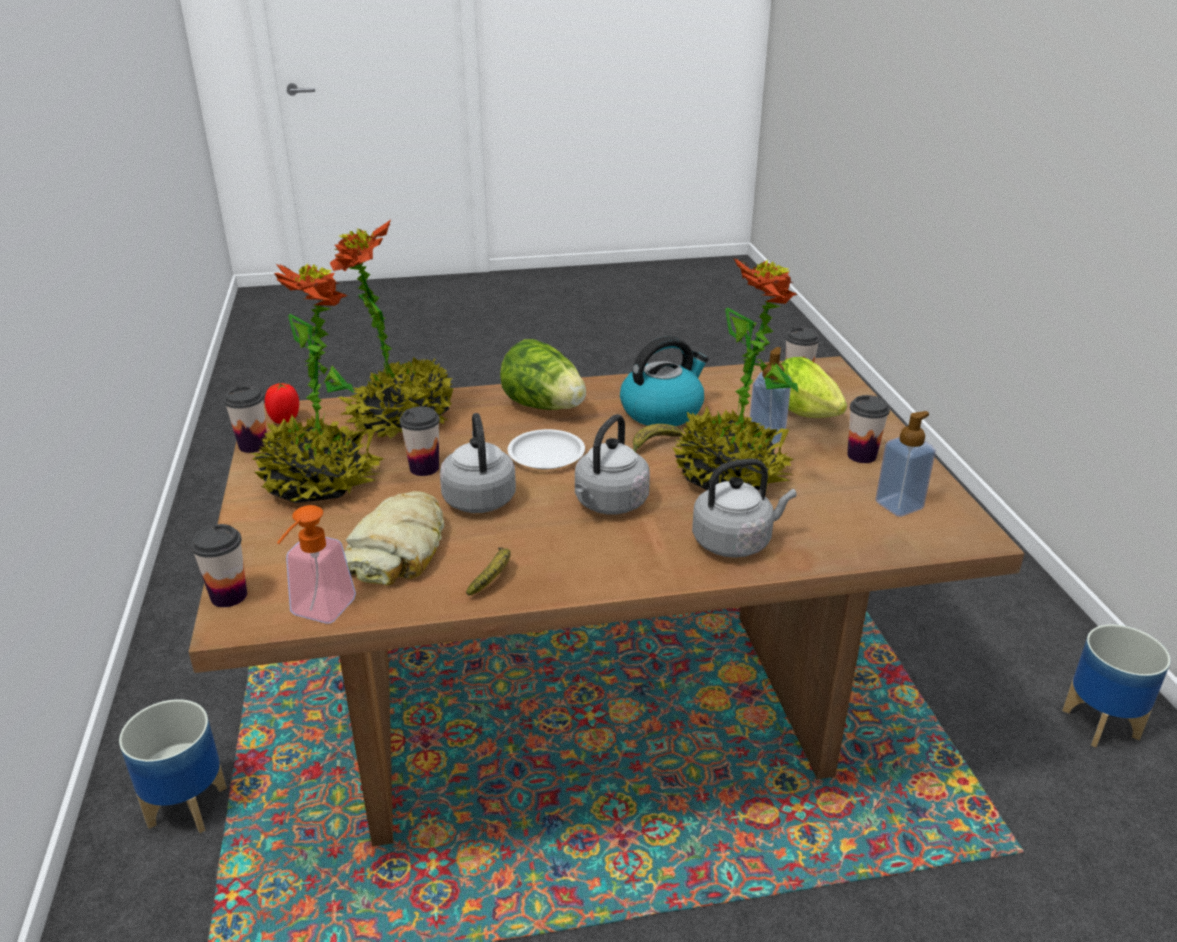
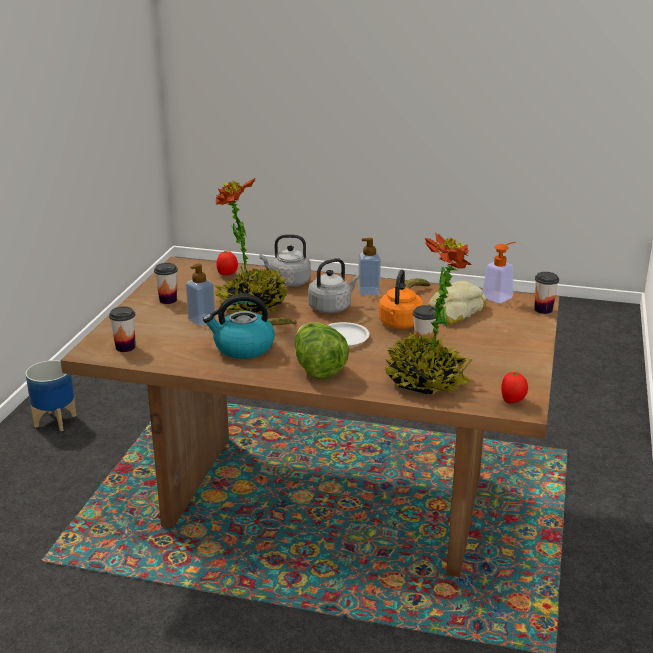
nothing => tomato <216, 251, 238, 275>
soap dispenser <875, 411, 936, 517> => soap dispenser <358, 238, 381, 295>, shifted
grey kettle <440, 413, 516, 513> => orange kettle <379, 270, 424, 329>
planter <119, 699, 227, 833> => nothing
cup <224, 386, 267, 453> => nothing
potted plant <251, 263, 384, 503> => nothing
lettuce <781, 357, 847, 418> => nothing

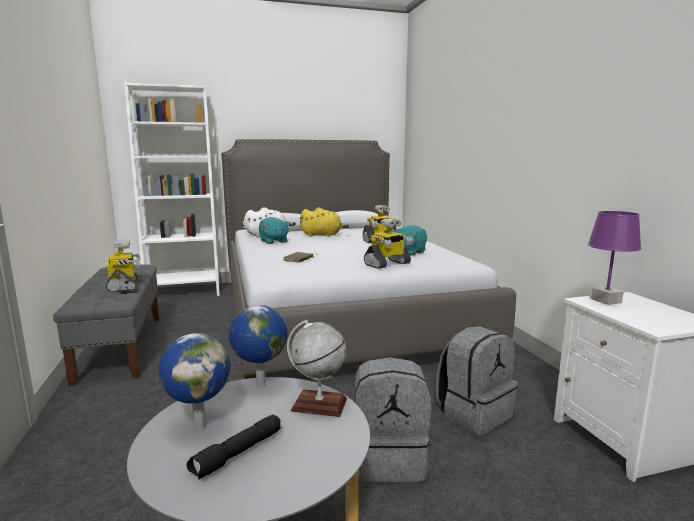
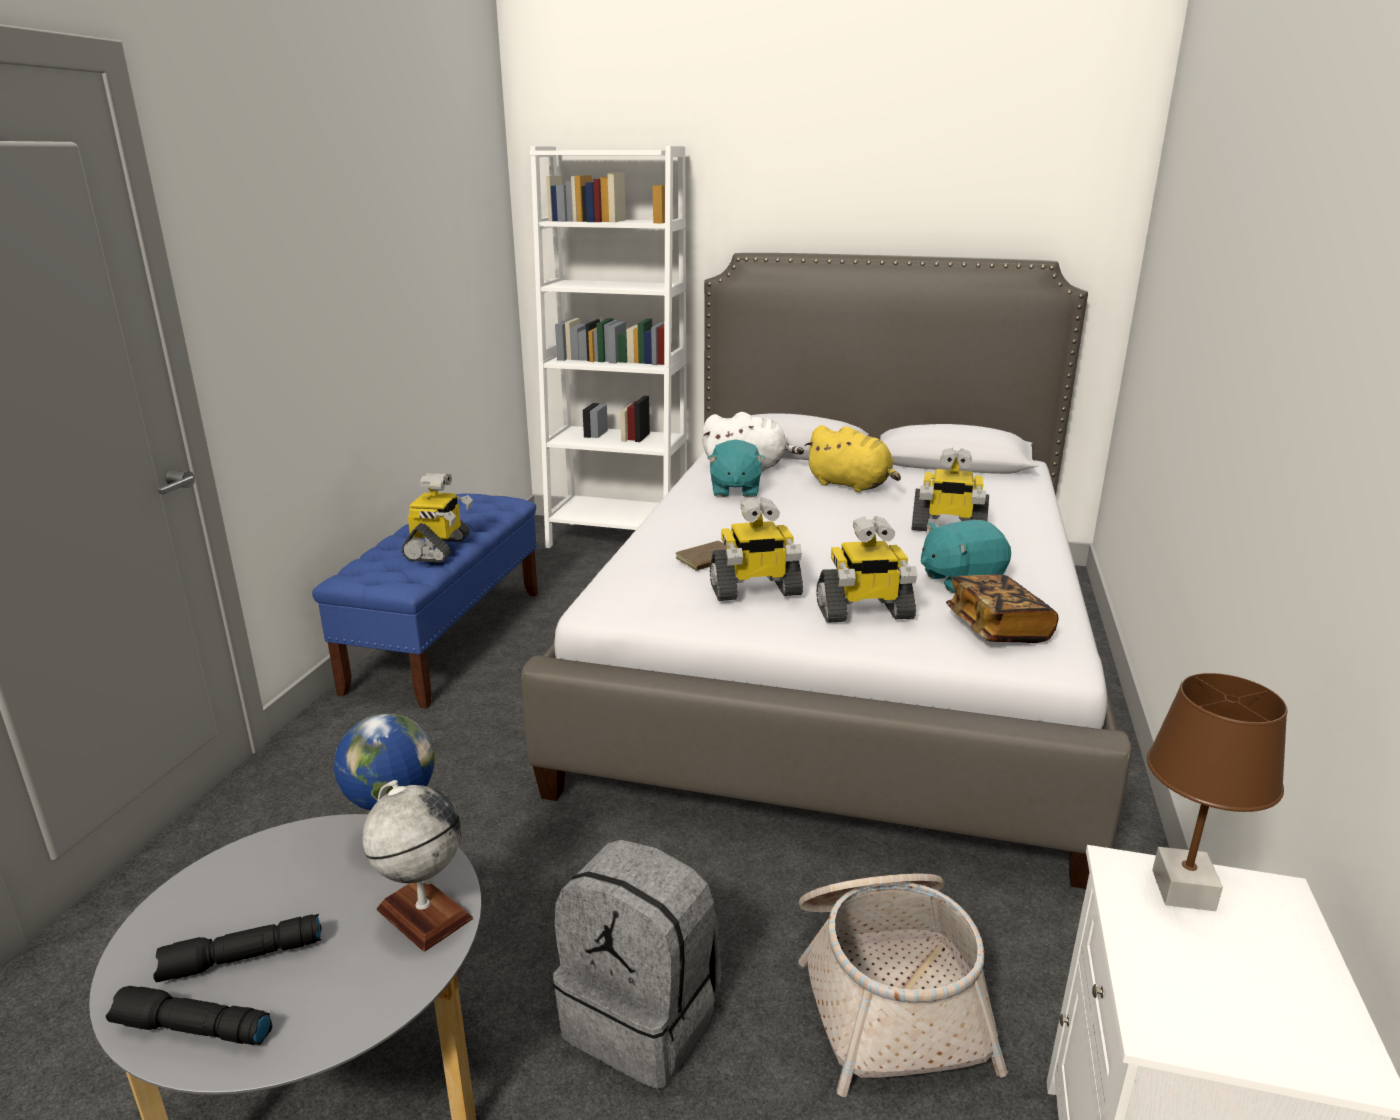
nothing => black flashlight <106, 986, 272, 1045>
grey bench <53, 264, 160, 386> => blue bench <312, 493, 538, 709>
nothing => toy robot <710, 497, 803, 601>
grey backpack <436, 326, 518, 435> => basket <798, 874, 1008, 1097>
nothing => book <946, 574, 1058, 643>
purple table lamp <588, 211, 642, 305> => brown table lamp <1147, 673, 1287, 911>
globe <158, 333, 231, 430> => nothing

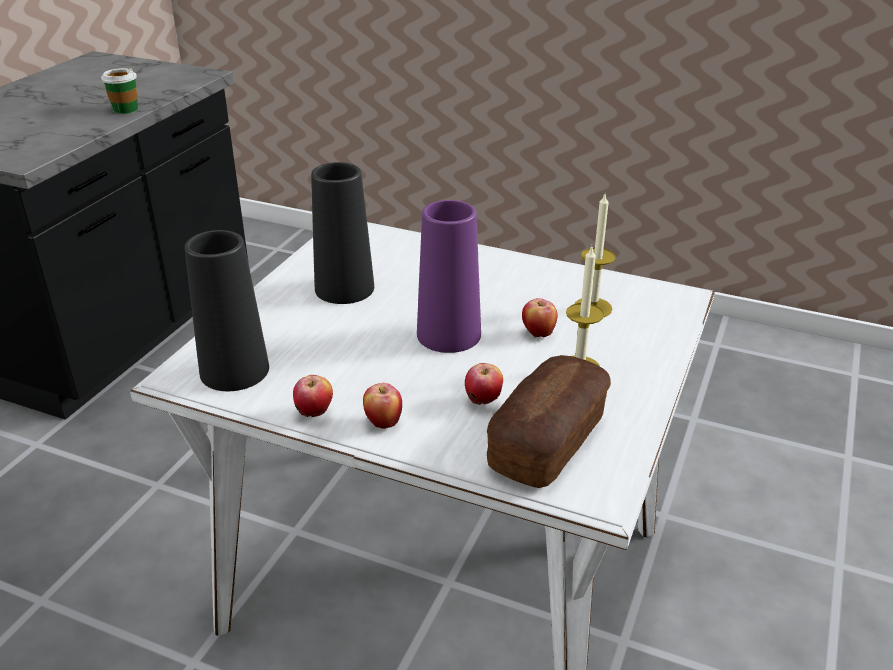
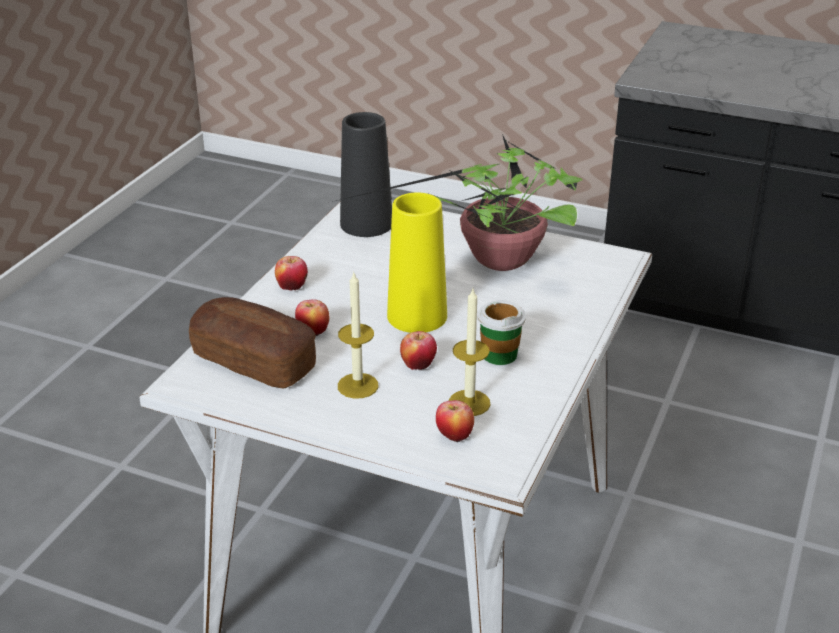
black vase <311, 162, 374, 304> => potted plant <328, 134, 582, 271>
purple vase <417, 200, 481, 353> => yellow vase <387, 192, 447, 333>
apple <293, 375, 333, 417> => apple <436, 400, 474, 442>, shifted
cup <101, 68, 138, 114> => cup <477, 300, 526, 365>, shifted

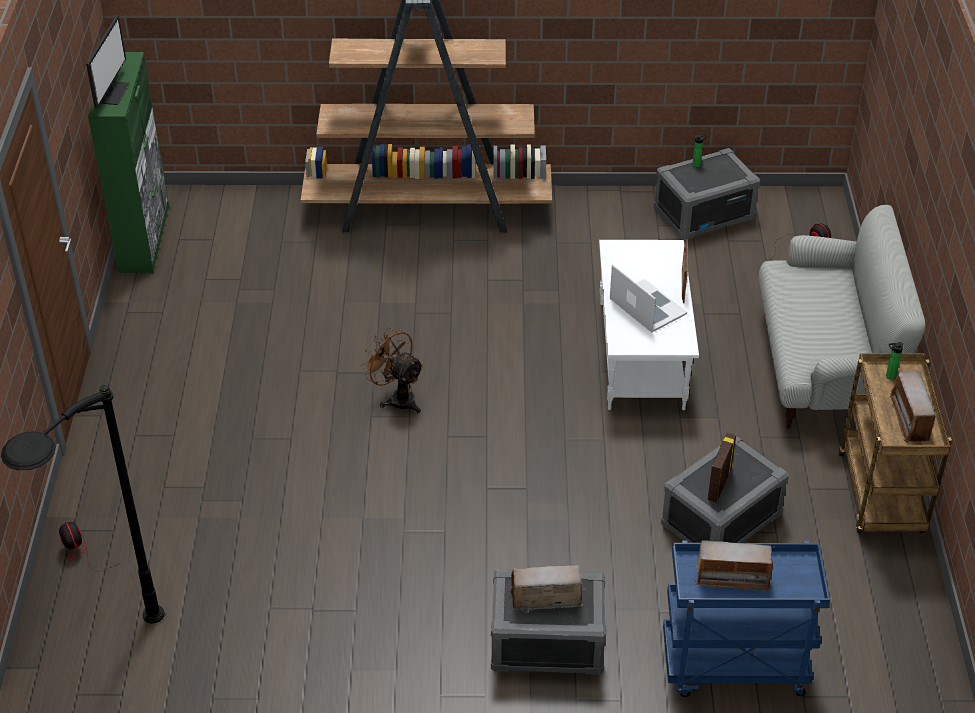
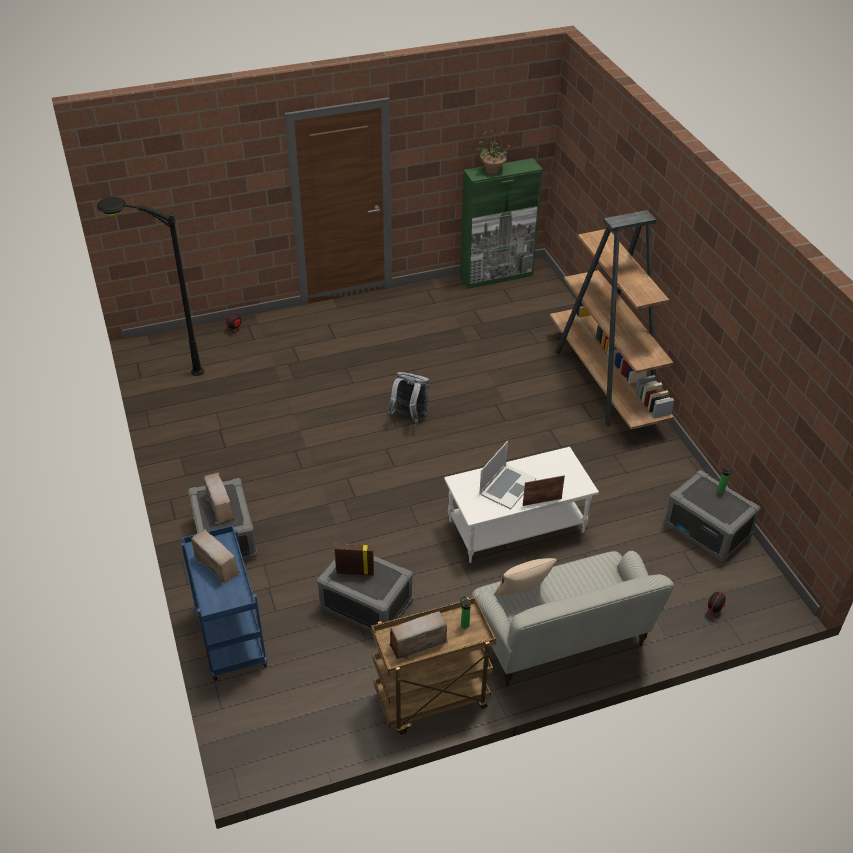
radio <695, 540, 775, 591> => radio <190, 529, 240, 586>, 150 degrees clockwise
brown fan <361, 327, 424, 413> => grey backpack <387, 372, 430, 424>
monitor <86, 15, 130, 108> => potted plant <475, 129, 511, 175>
nothing => beige pillow <494, 558, 557, 595>

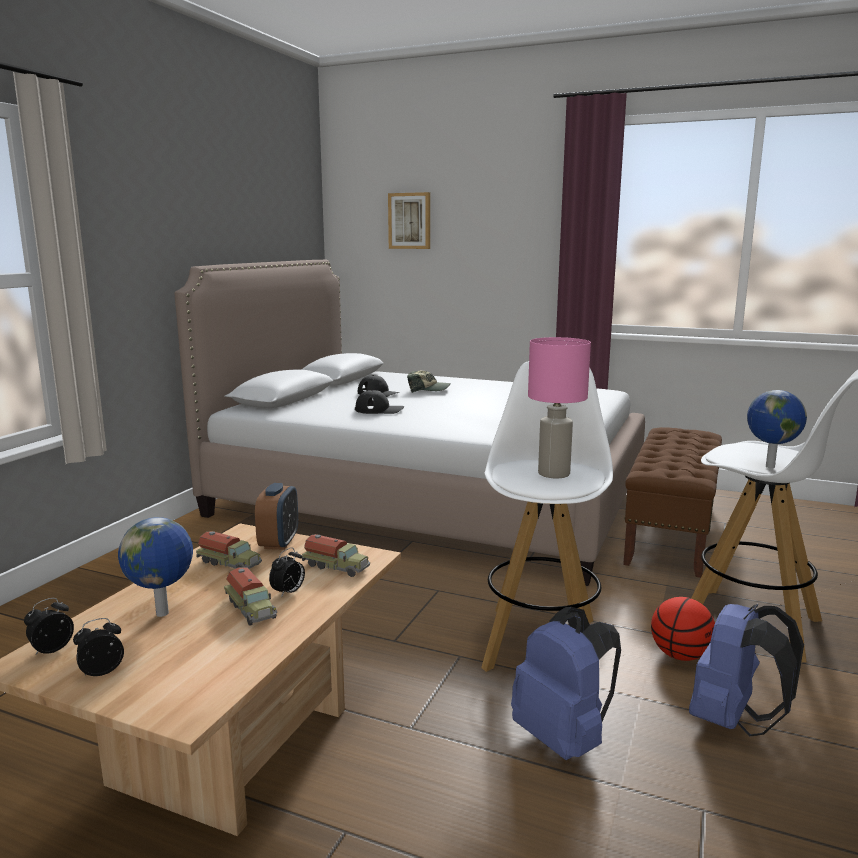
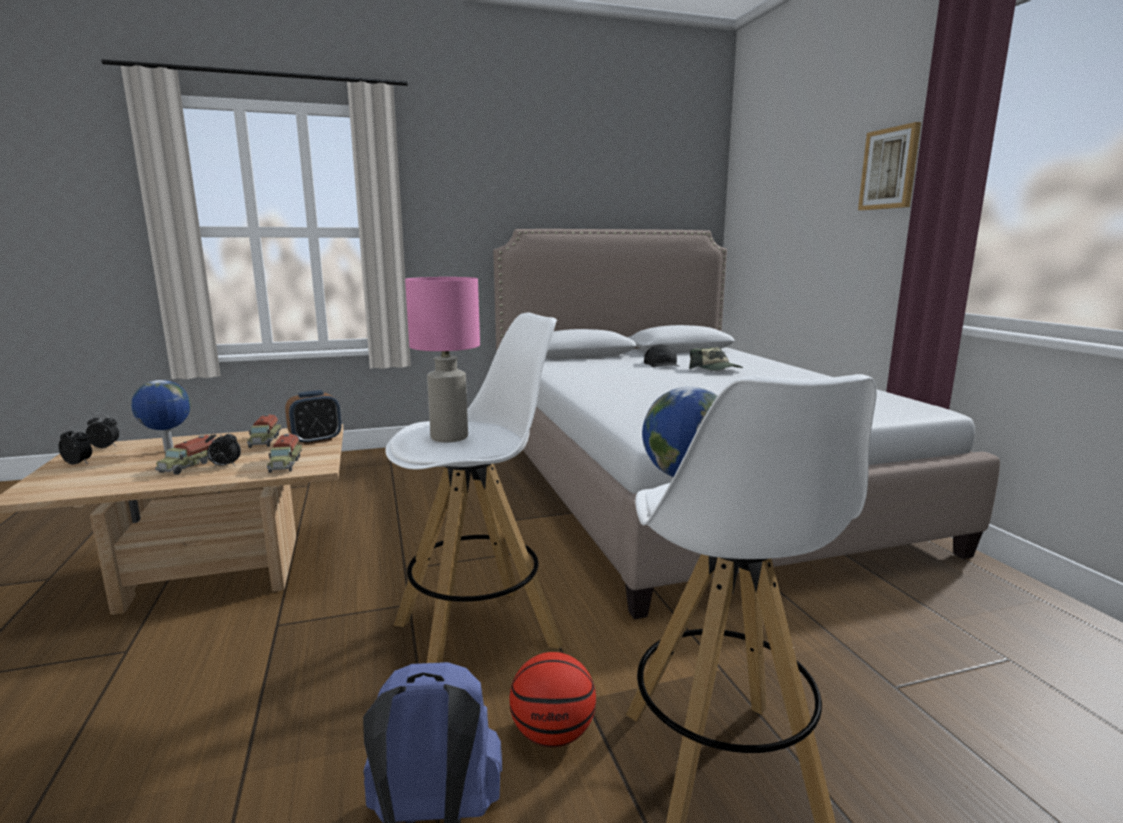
picture <388, 192, 430, 249> => picture <858, 122, 921, 210>, shifted
black cap <355, 390, 404, 414> => nothing
blue backpack <511, 607, 621, 760> => nothing
brown bench <623, 427, 722, 578> => nothing

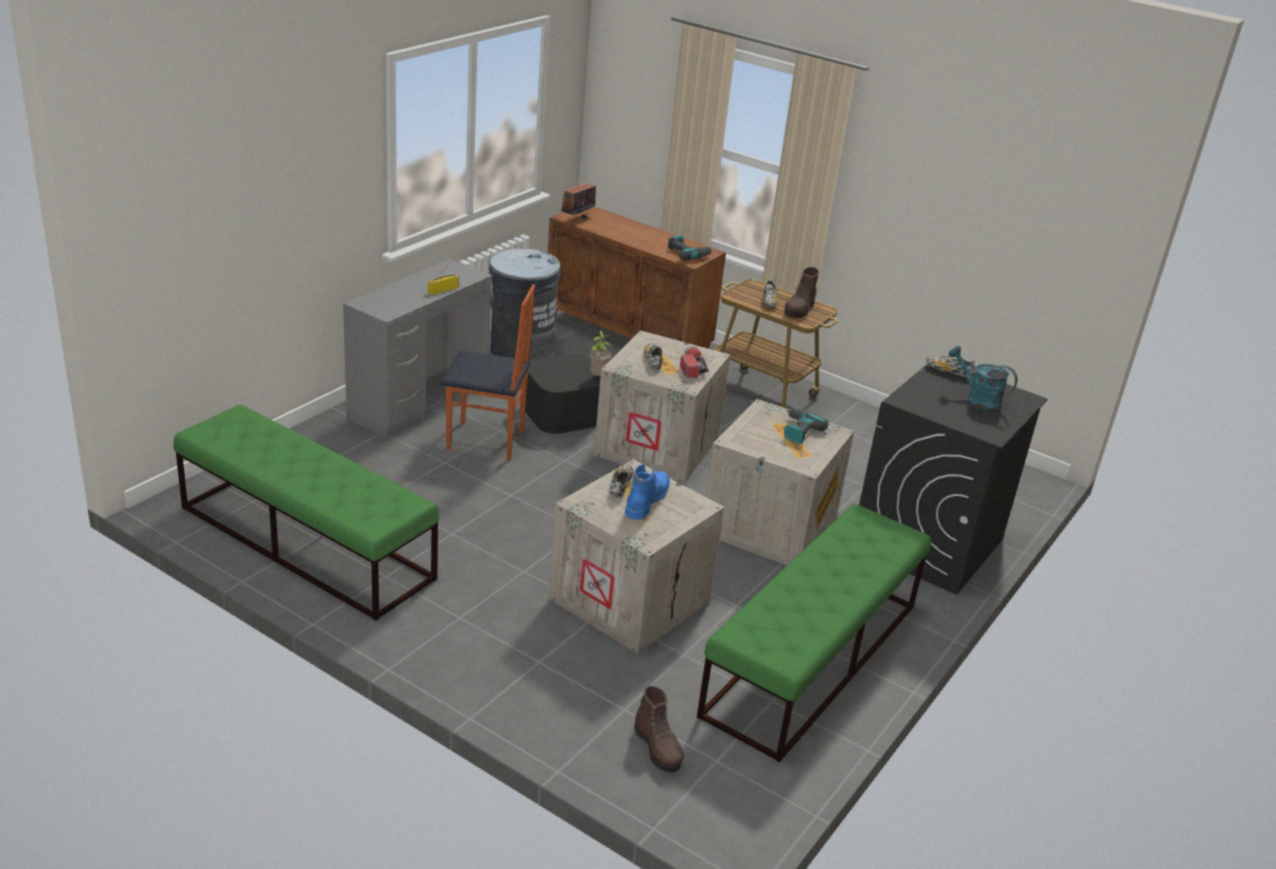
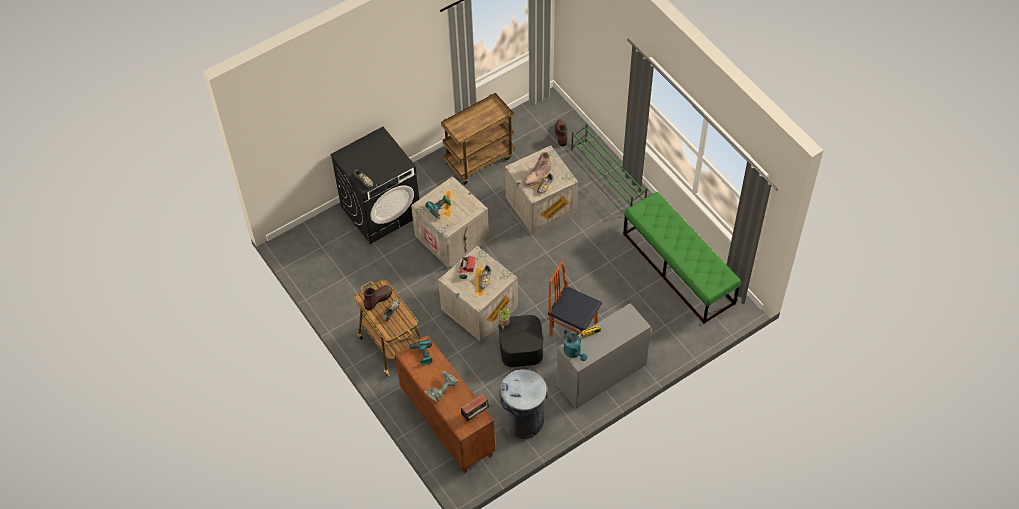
nothing => power drill <425, 371, 458, 402>
green bench <697, 504, 931, 762> => brown cart <441, 93, 514, 185>
blue boot <625, 464, 670, 520> => brown boot <523, 152, 552, 186>
turquoise watering can <948, 346, 1017, 411> => turquoise watering can <564, 329, 587, 361>, shifted
nothing => green shoe rack <571, 123, 647, 207>

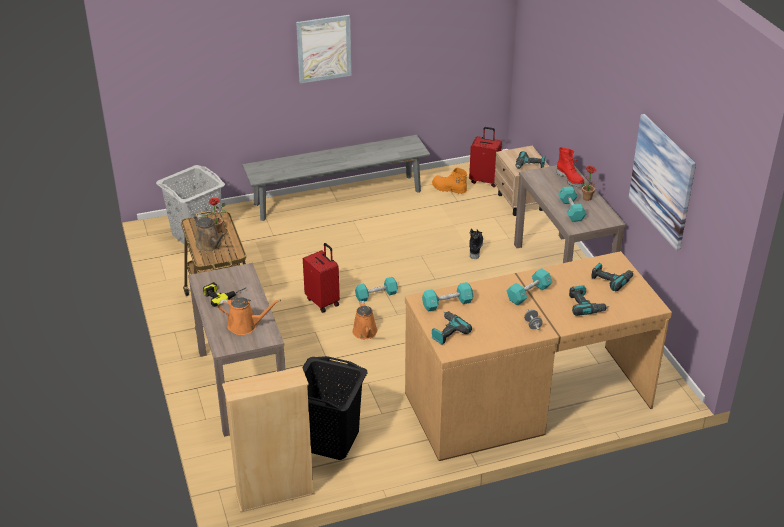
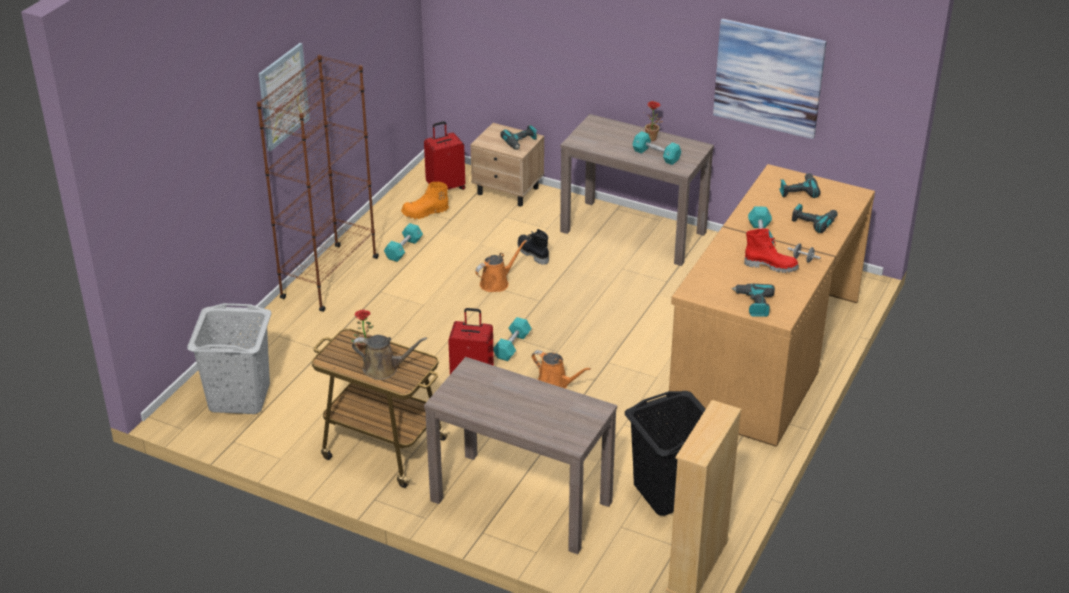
grey bench <242, 135, 430, 221> => brown bookcase <257, 55, 379, 312>
turquoise dumbbell <422, 282, 473, 312> => turquoise dumbbell <384, 223, 423, 262>, shifted
orange watering can <218, 297, 281, 335> => orange watering can <475, 240, 527, 292>, shifted
red boot <556, 147, 584, 188> => red boot <744, 228, 799, 273>, shifted
power drill <203, 282, 246, 307> => nothing

